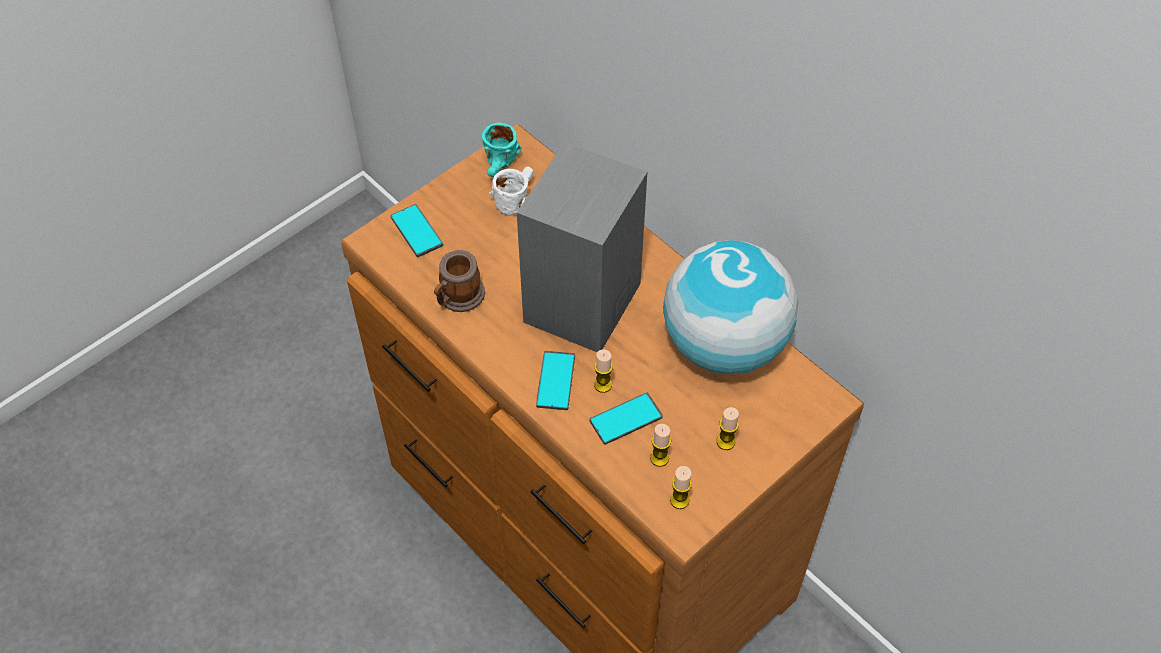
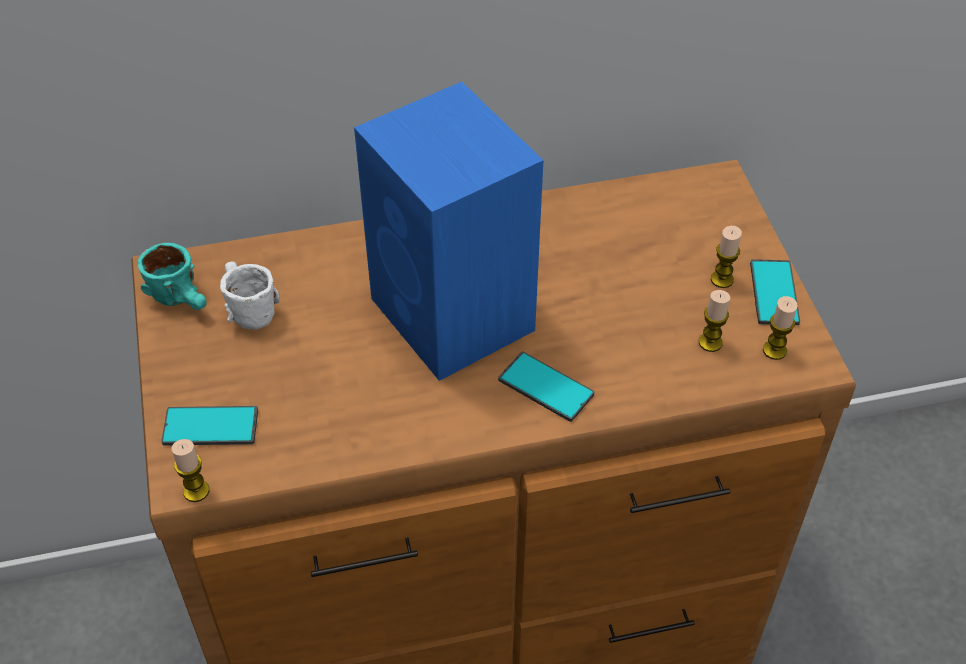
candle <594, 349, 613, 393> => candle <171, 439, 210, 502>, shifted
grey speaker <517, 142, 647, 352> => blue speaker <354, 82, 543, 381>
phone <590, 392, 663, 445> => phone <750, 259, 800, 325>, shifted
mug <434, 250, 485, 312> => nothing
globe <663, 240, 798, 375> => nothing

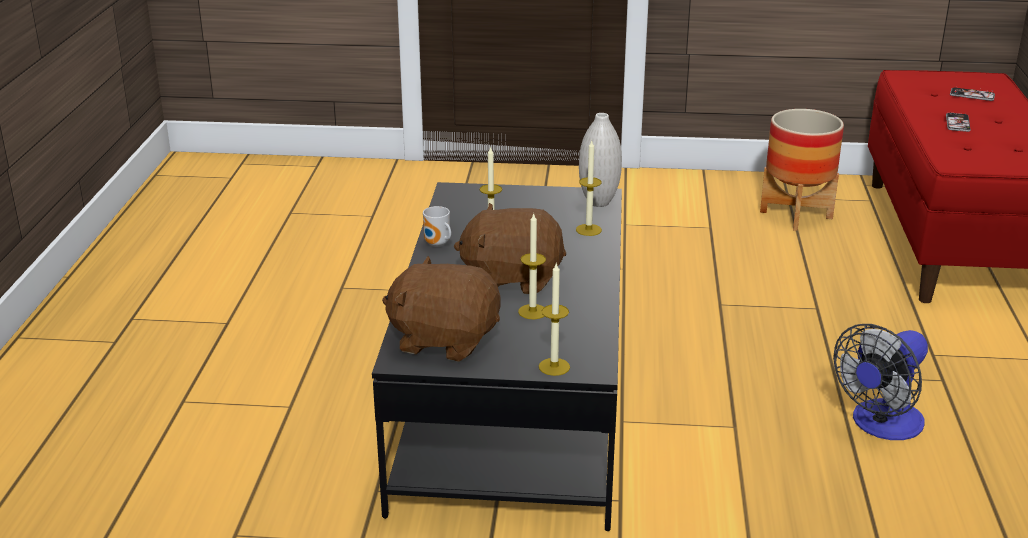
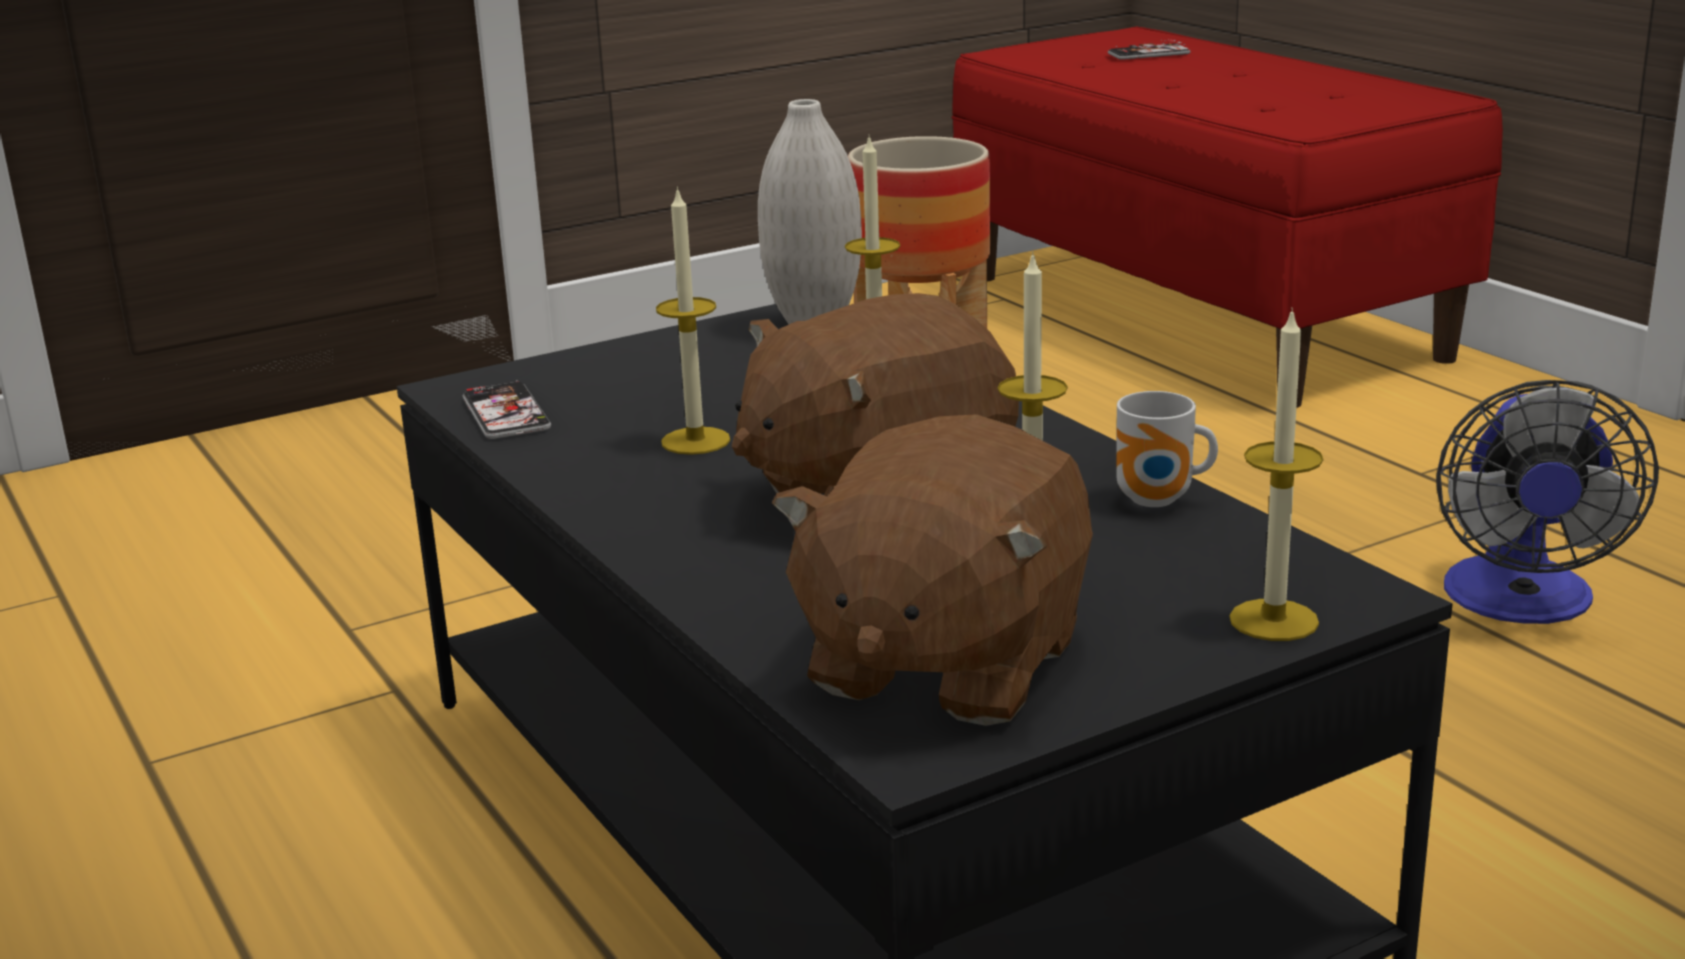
phone <946, 112, 971, 132> => phone <463, 380, 551, 439>, shifted
brown plush toy <382, 256, 500, 362> => brown plush toy <772, 414, 1093, 726>, 45 degrees counterclockwise
mug <423, 206, 451, 247> => mug <1116, 391, 1218, 507>, shifted

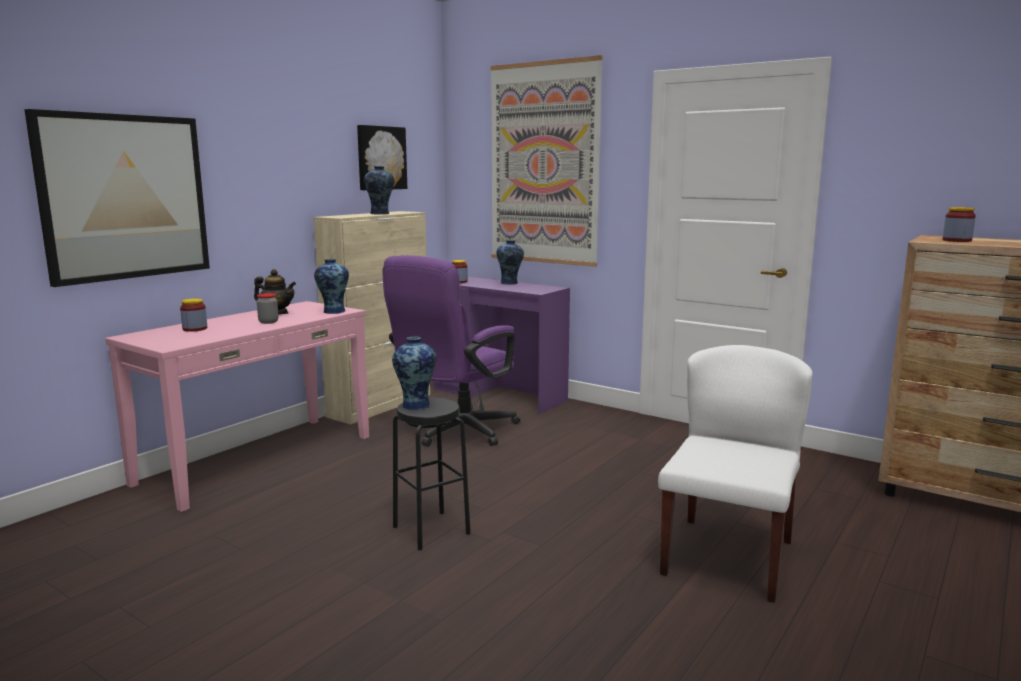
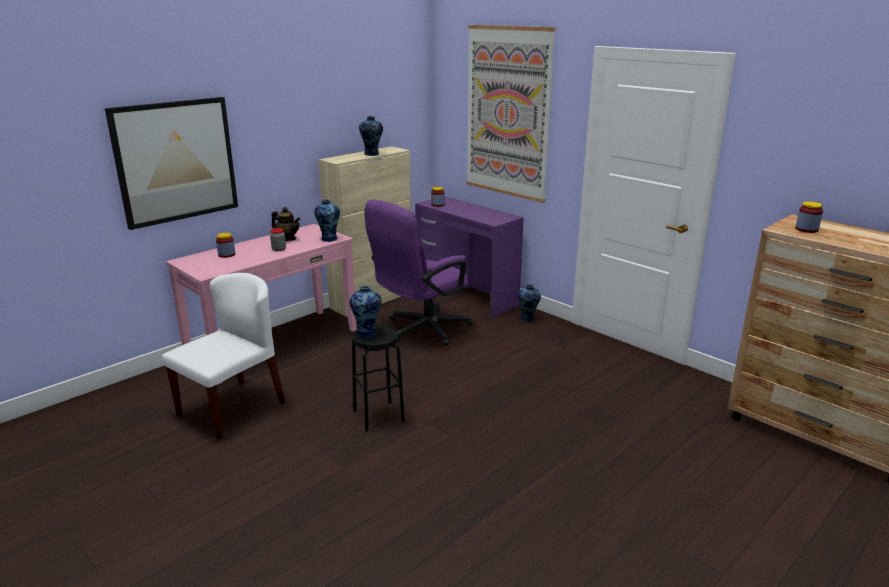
white chair <658, 345, 813, 603> => white chair <162, 273, 285, 440>, shifted
vase <497, 240, 524, 285> => vase <518, 284, 541, 322>, shifted
picture <357, 125, 407, 190> => nothing

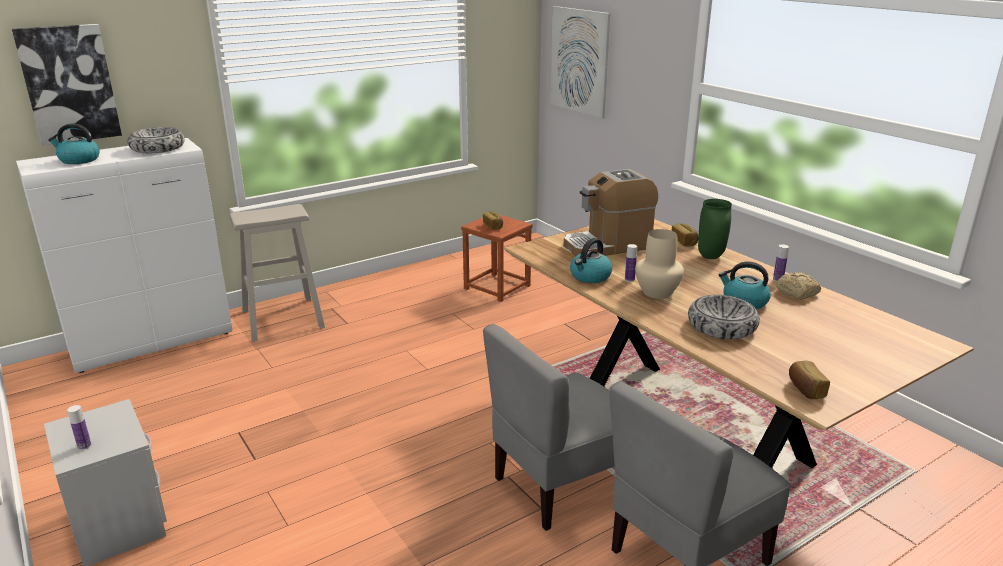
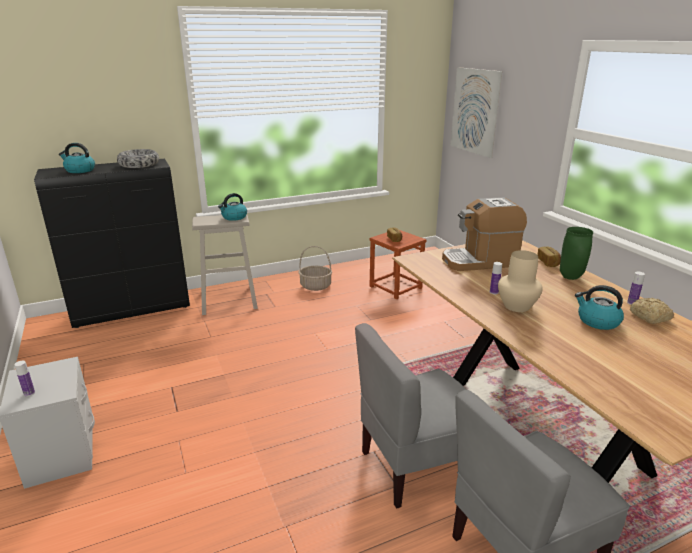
white cabinet <16, 138, 232, 373> => black cabinet <34, 159, 190, 328>
kettle <570, 238, 613, 283> => kettle <218, 193, 247, 221>, shifted
nothing => basket <299, 246, 332, 291>
picture <12, 24, 122, 146> => nothing
bowl <688, 295, 760, 339> => nothing
bread <789, 360, 830, 399> => nothing

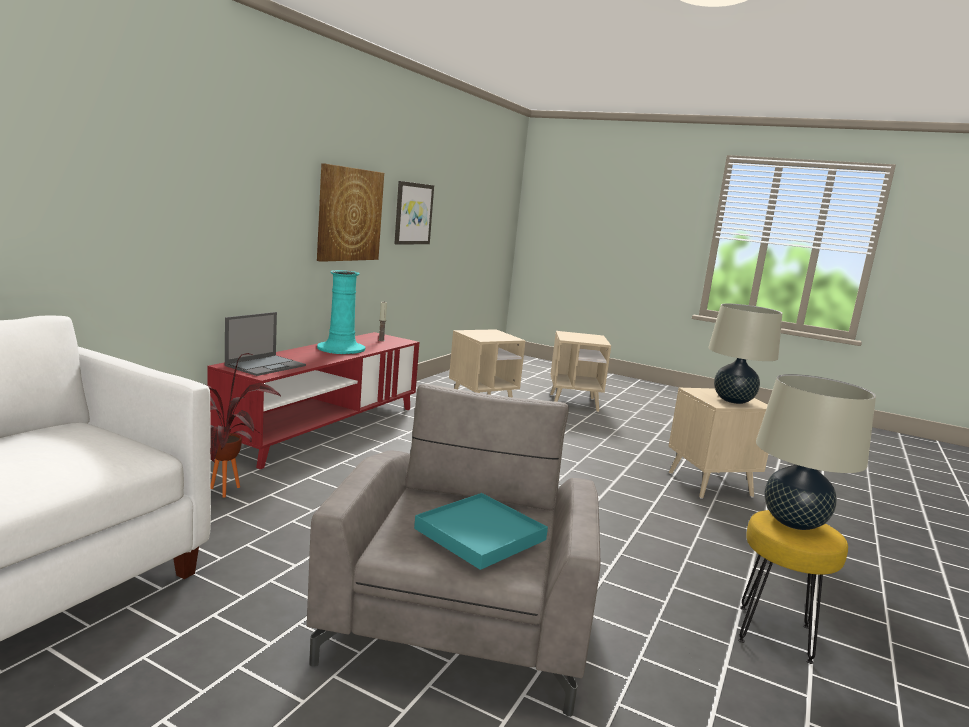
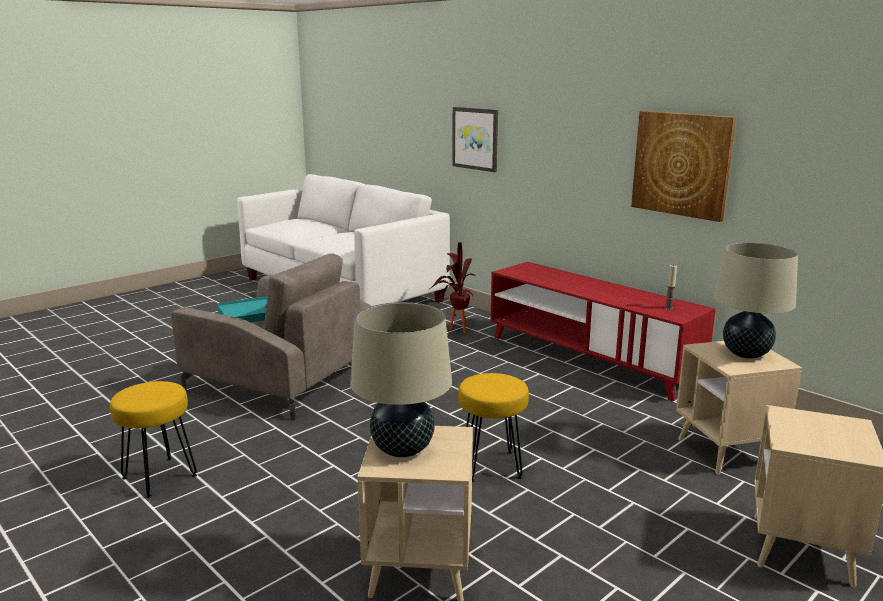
picture <394, 181, 434, 245> => picture <452, 107, 498, 172>, shifted
nothing => yellow stool <458, 373, 529, 482>
beige table lamp <756, 374, 876, 530> => beige table lamp <714, 242, 798, 359>, shifted
laptop <225, 312, 306, 376> => nothing
turquoise vase <317, 270, 366, 354> => nothing

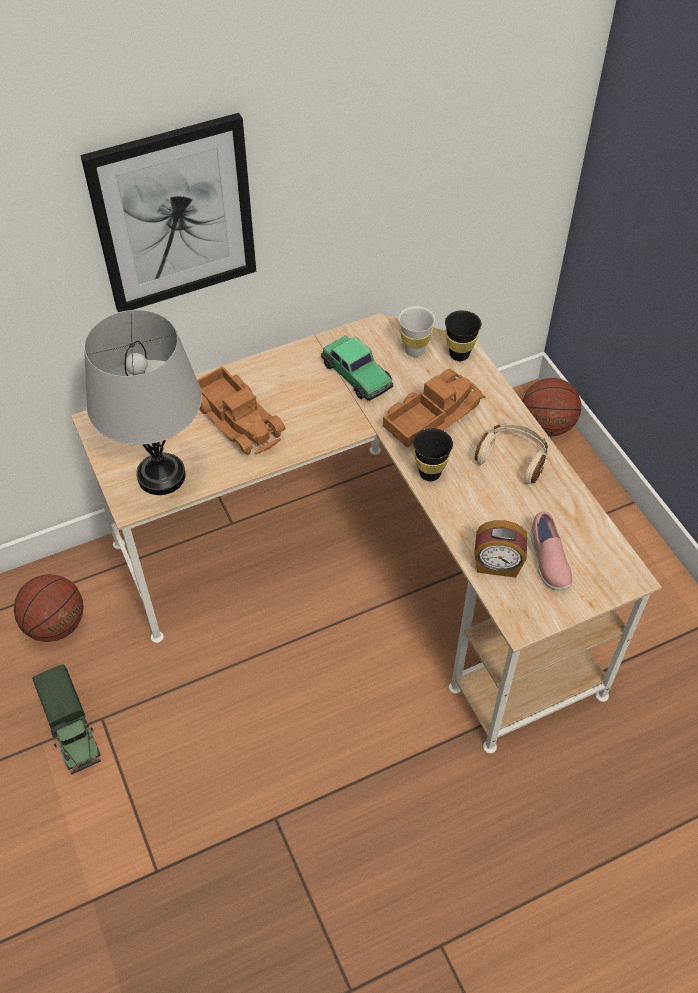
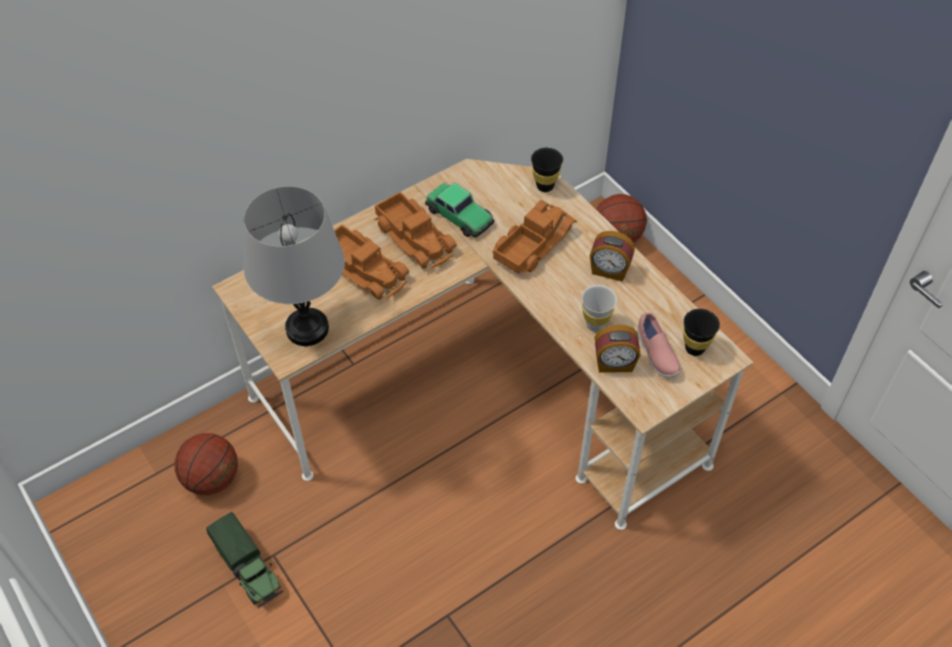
nothing => toy truck <374, 191, 457, 268>
white cup <399, 306, 435, 357> => white cup <582, 285, 617, 332>, shifted
beige headphones <475, 422, 548, 484> => alarm clock <590, 231, 635, 281>
black cup <413, 428, 453, 481> => black cup <683, 309, 720, 356>, shifted
picture <80, 113, 256, 312> => nothing

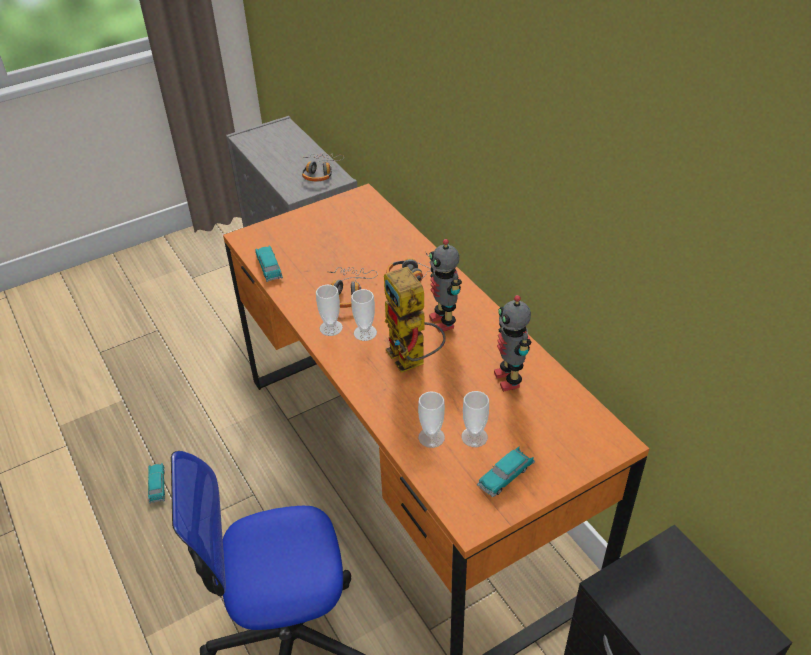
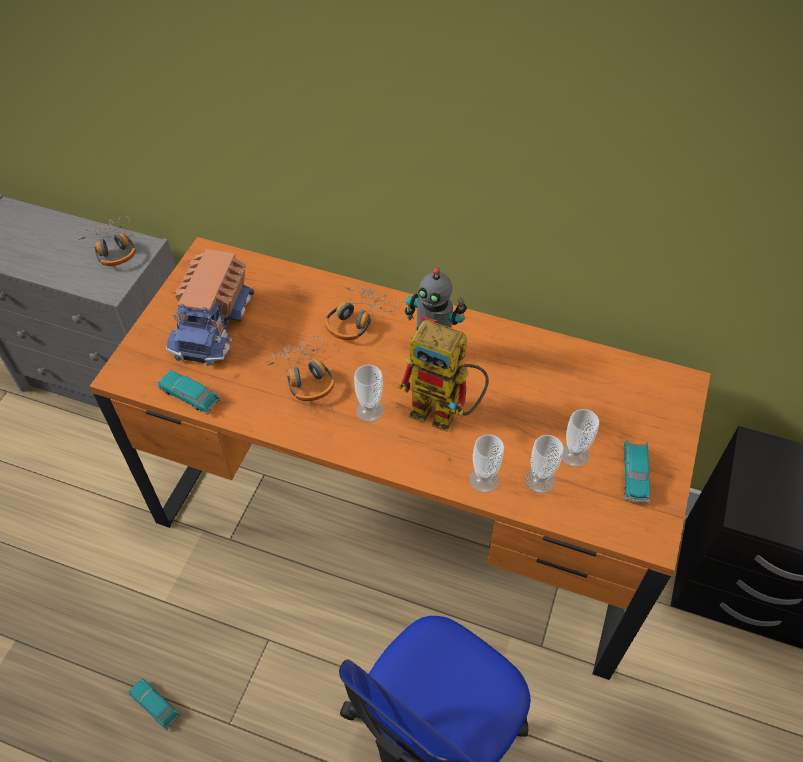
nothing => toy truck <166, 249, 254, 366>
cup <316, 285, 343, 336> => cup <469, 434, 504, 493>, shifted
toy robot <494, 295, 531, 392> => nothing

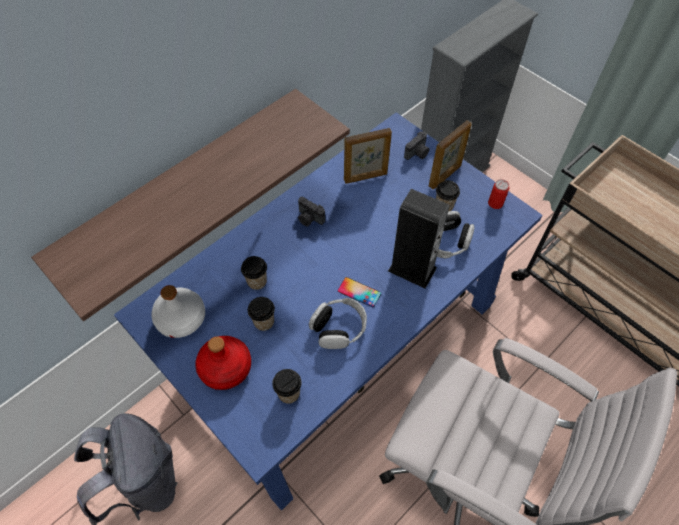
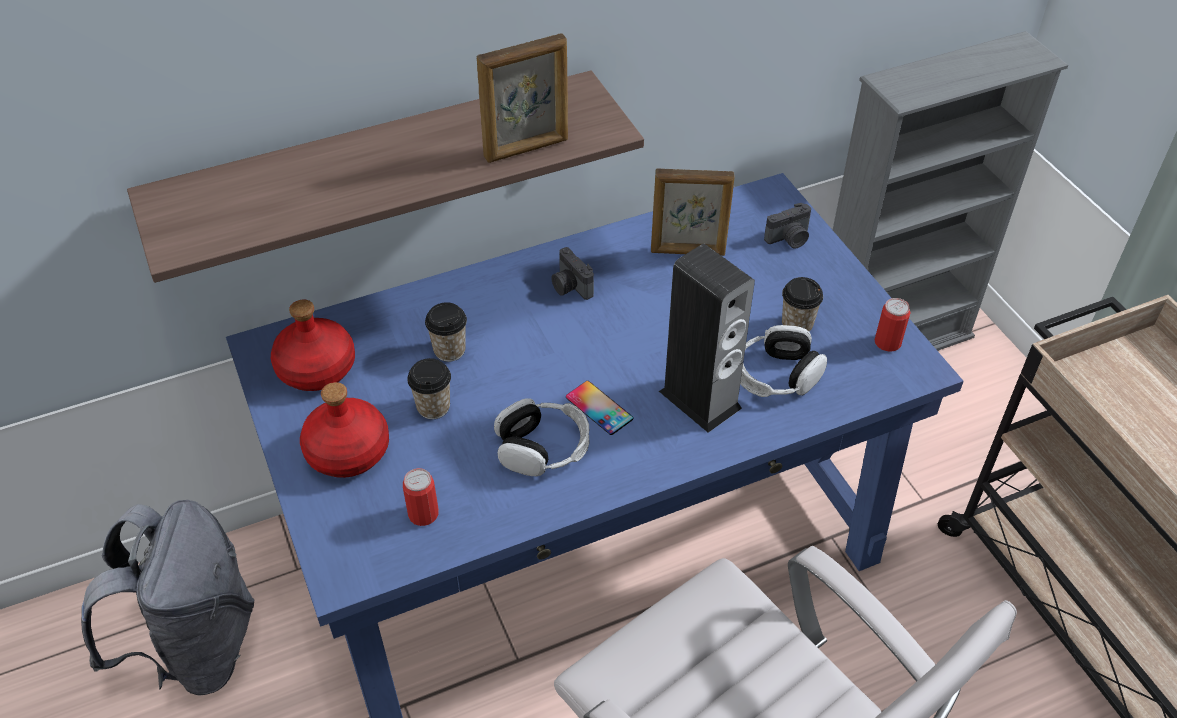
white bottle <151, 285, 205, 338> => red bottle <271, 300, 355, 391>
cup <272, 369, 302, 404> => can <403, 468, 439, 526>
picture frame <429, 120, 471, 189> => picture frame <477, 33, 568, 163>, shifted

